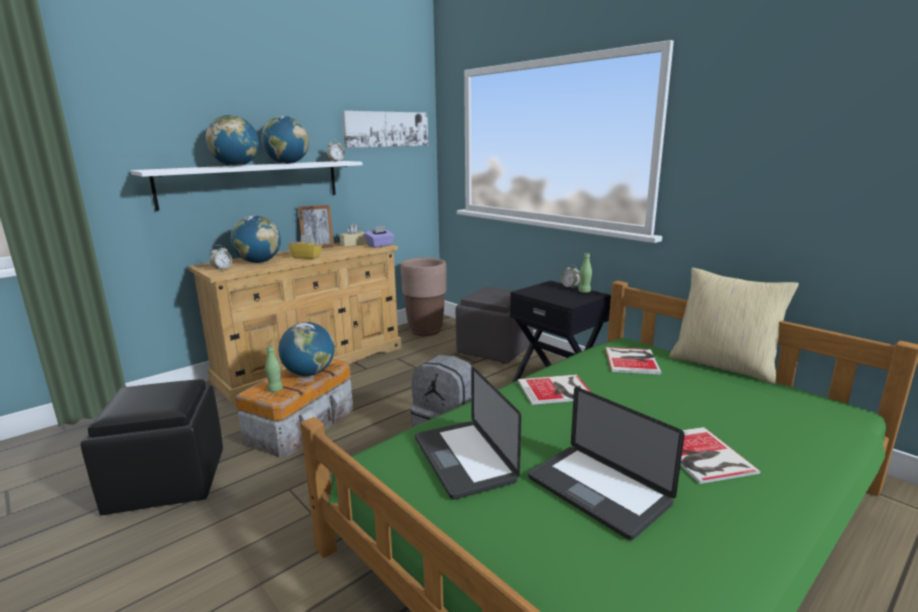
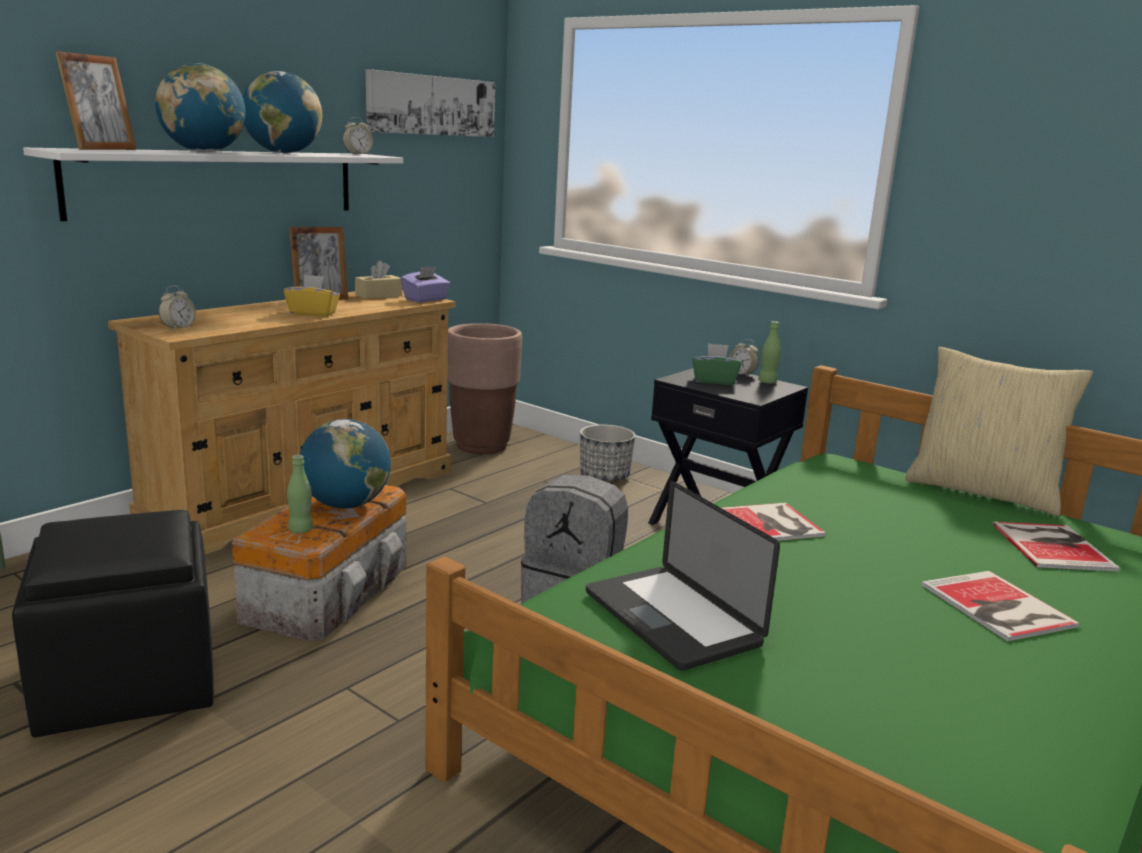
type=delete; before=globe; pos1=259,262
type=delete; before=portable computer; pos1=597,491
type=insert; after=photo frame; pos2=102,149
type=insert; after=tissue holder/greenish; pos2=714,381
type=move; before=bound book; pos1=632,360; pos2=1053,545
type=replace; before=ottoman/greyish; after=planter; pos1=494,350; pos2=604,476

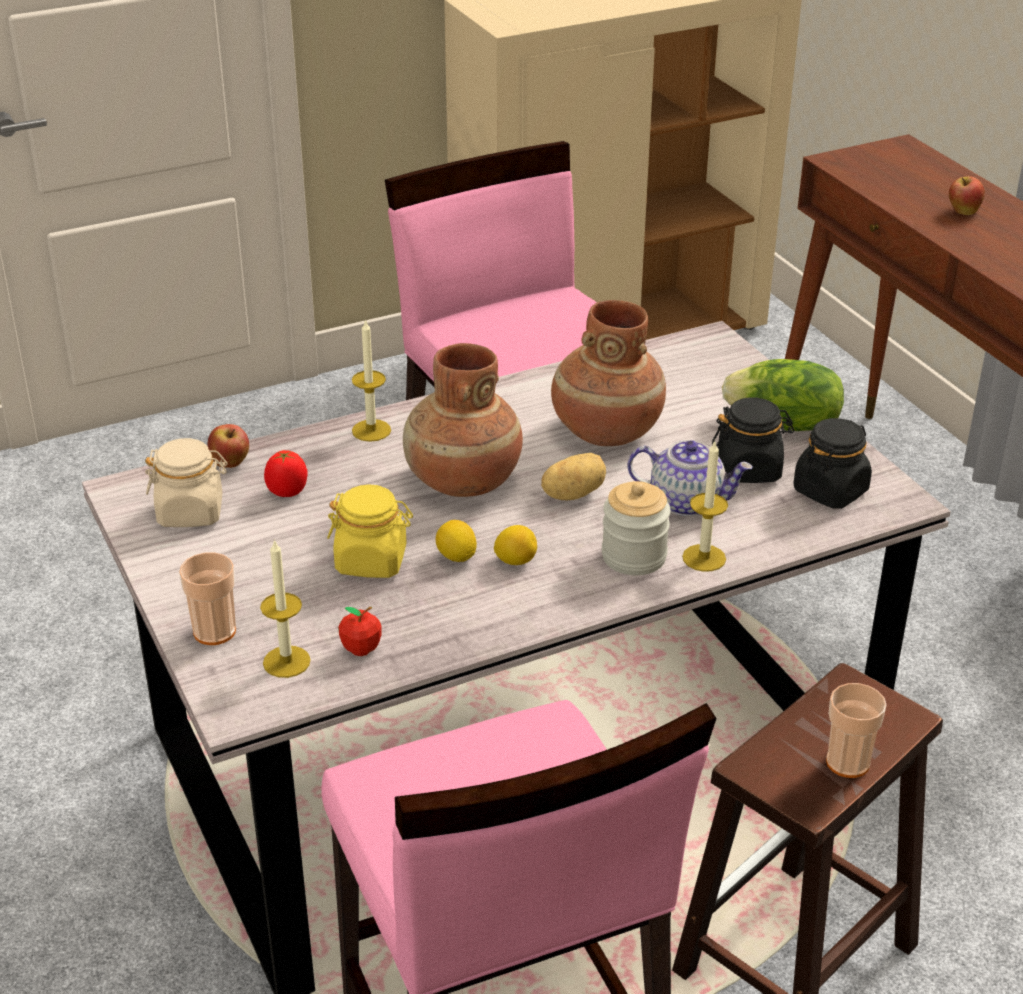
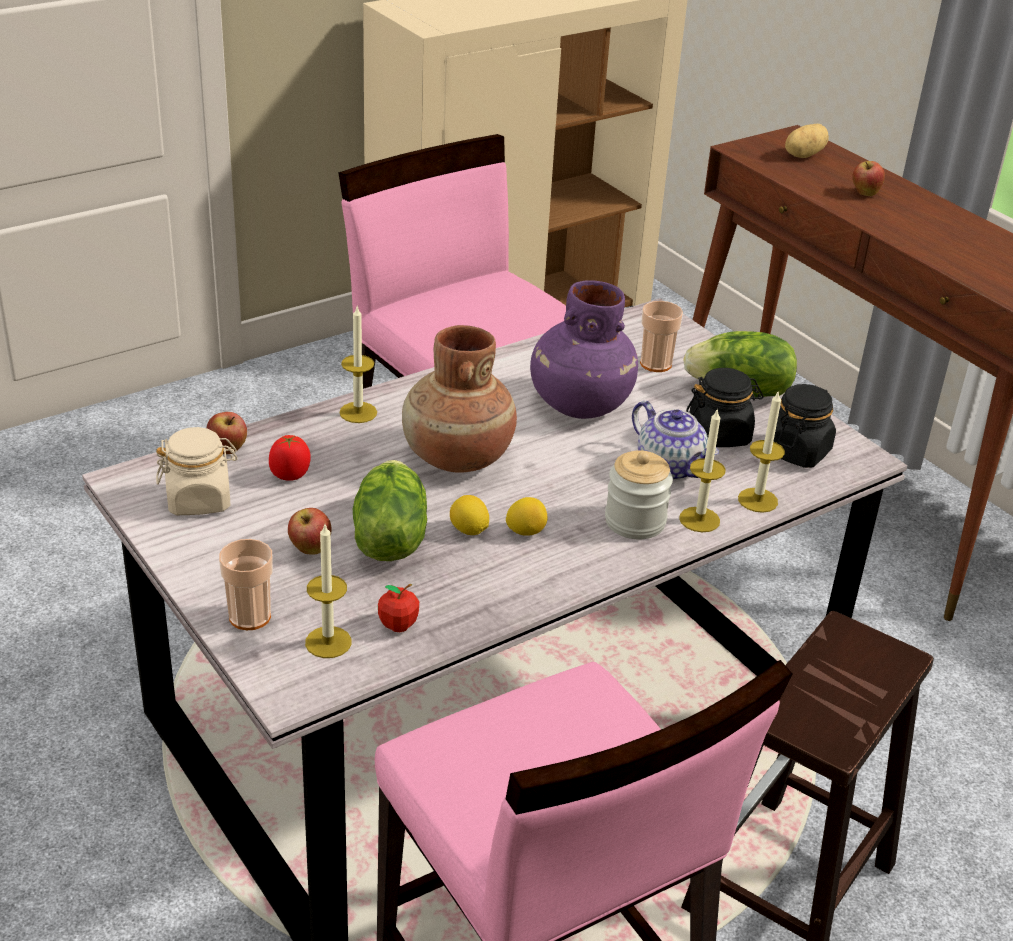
type=insert; after=whole apple; pos2=310,549
type=insert; after=wax candle; pos2=757,500
type=move; before=whole potato; pos1=572,494; pos2=803,155
type=move; before=drinking cup; pos1=847,762; pos2=656,364
type=replace; before=jar/yellow; after=lettuce head; pos1=372,561; pos2=388,538
type=recolor; before=decorative vase/brownish; after=decorative vase/purple; pos1=605,431; pos2=579,404
type=rotate; before=pot for tea; pos1=687,501; pos2=671,467; turn=45

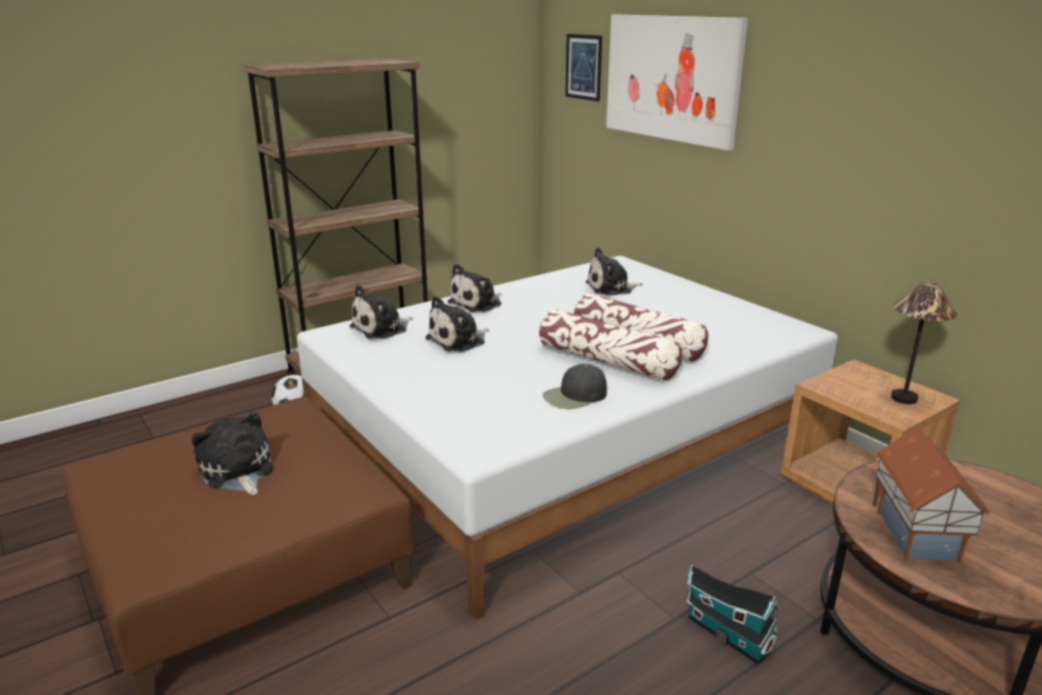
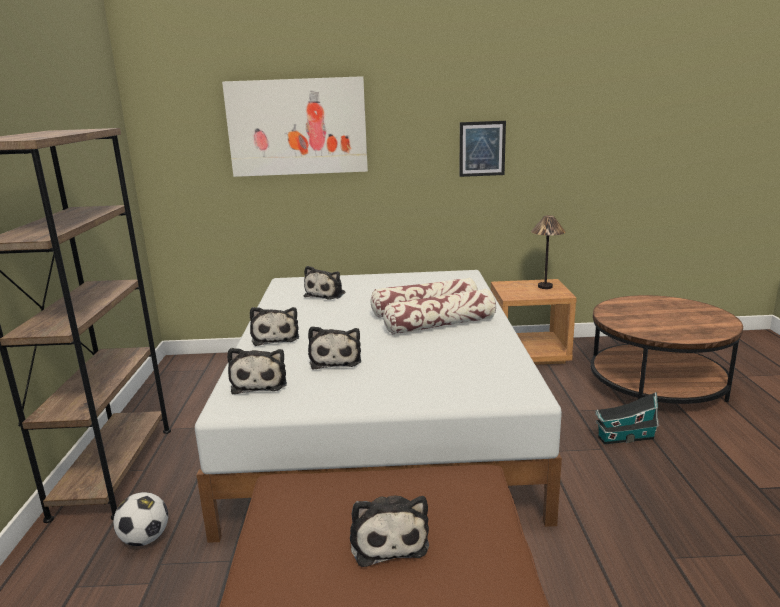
type=delete; before=peaked cap/black; pos1=575,396
type=delete; before=model house; pos1=918,531
type=move; before=picture; pos1=583,67; pos2=482,149
type=rotate; before=cuddly toy; pos1=237,471; pos2=388,539; turn=-105

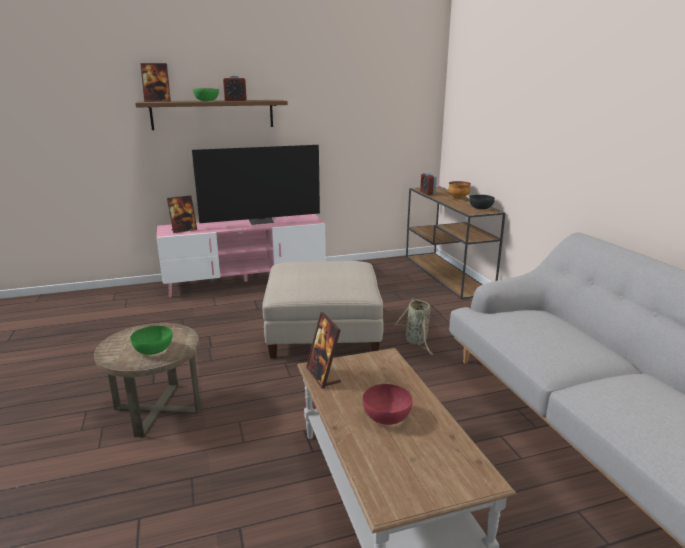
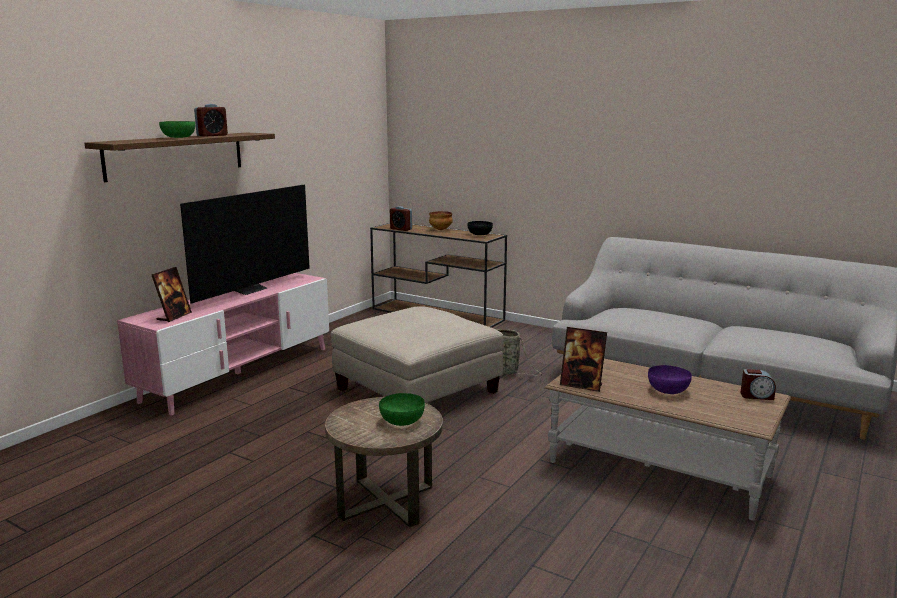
type=delete; before=photo frame; pos1=158,101
type=insert; after=bedside clock; pos2=756,396
type=recolor; before=serving bowl/red; after=serving bowl/purple; pos1=386,416; pos2=667,390

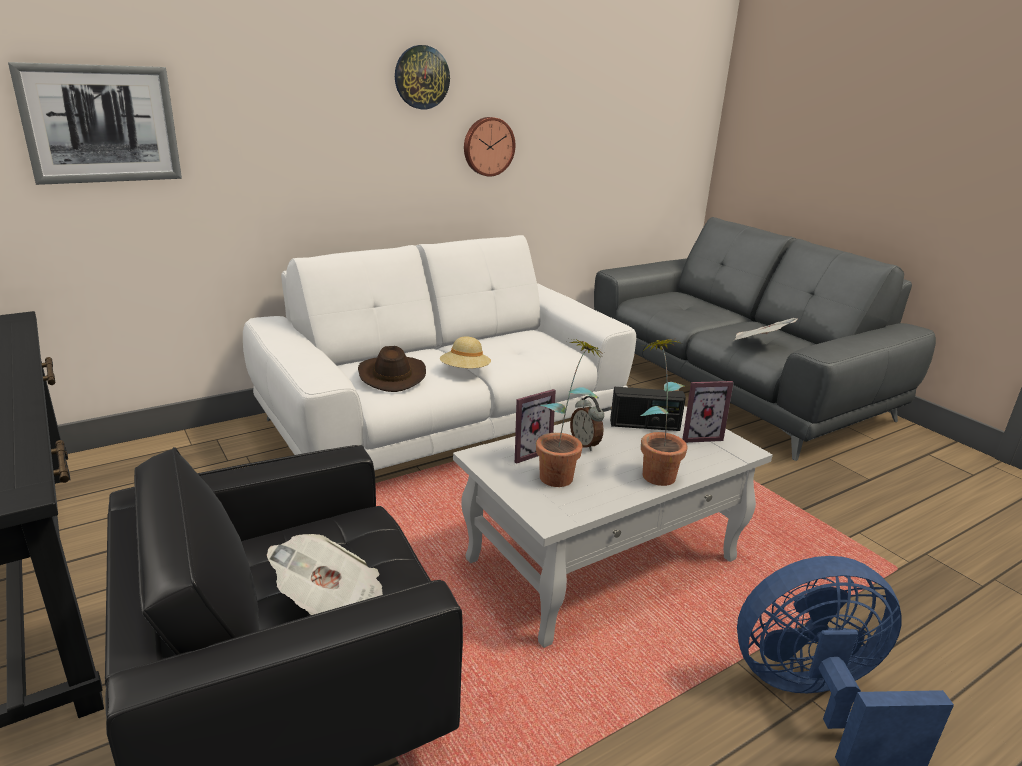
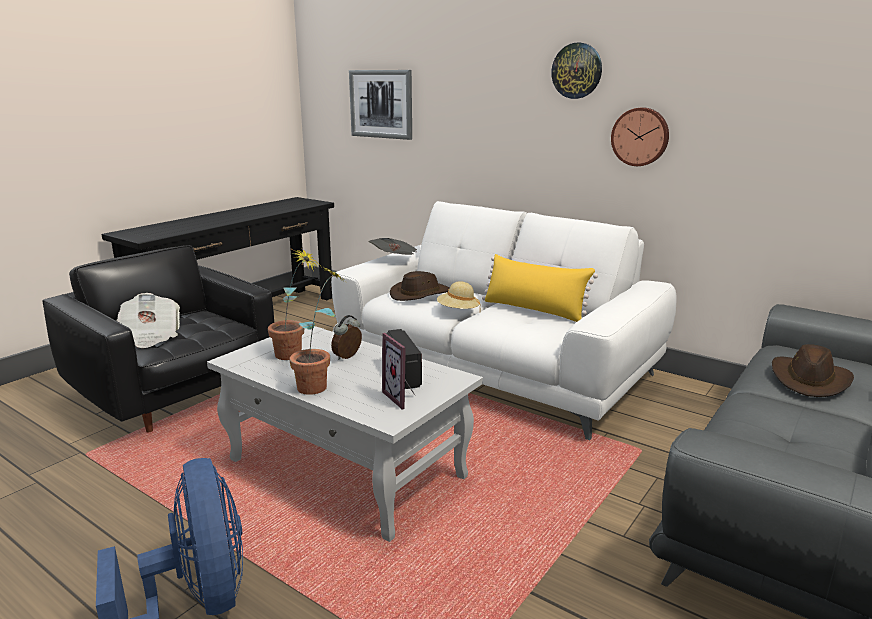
type=delete; before=photo frame; pos1=526,451
type=insert; after=pillow/yellow; pos2=534,310
type=insert; after=clothing hat/brownish; pos2=810,380
type=move; before=newspaper; pos1=759,343; pos2=395,260

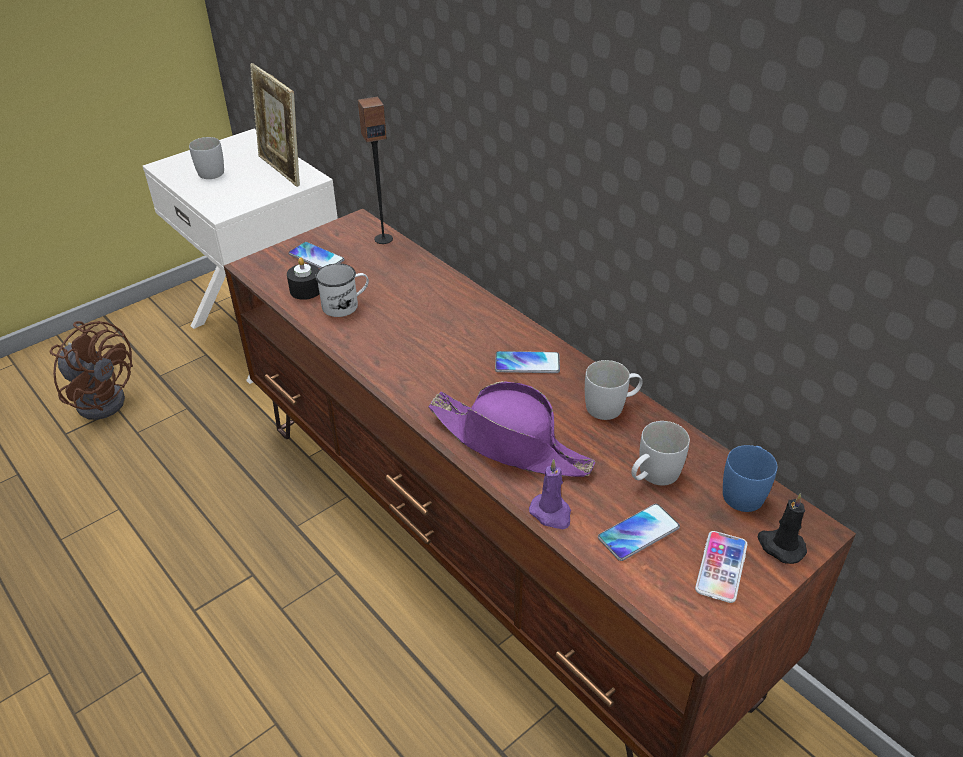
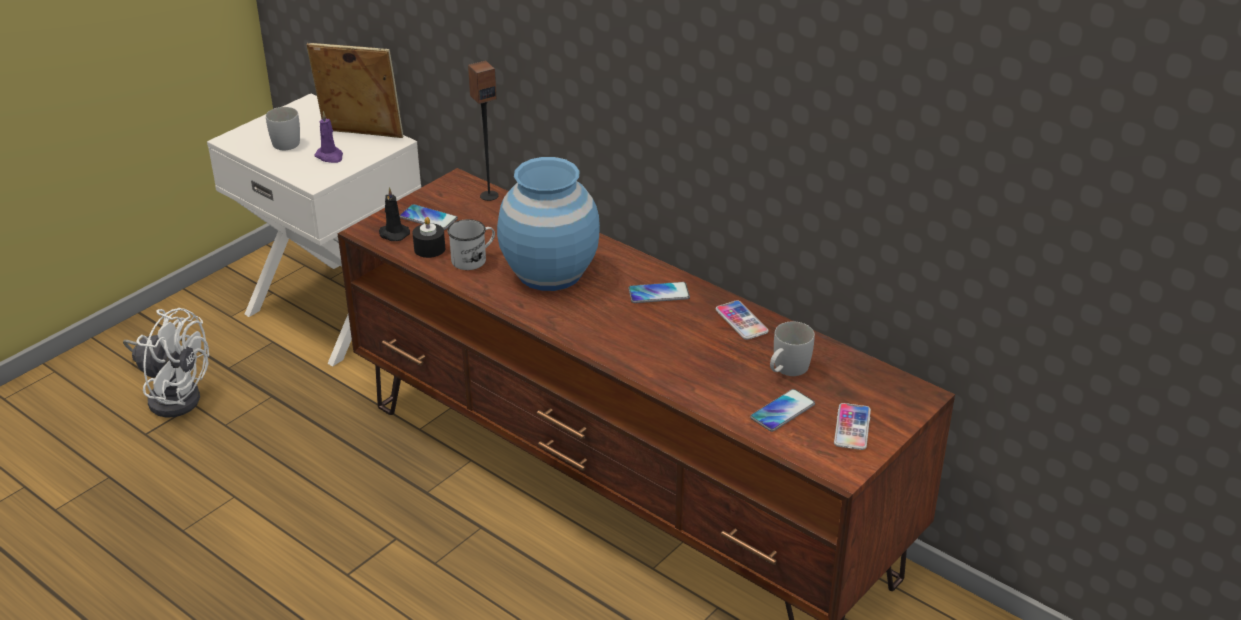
type=delete; before=clothing hat/purple; pos1=510,443
type=delete; before=mug/blue-coloured; pos1=745,491
type=insert; after=decorative vase/blue-coloured; pos2=549,272
type=move; before=wax candle/purple; pos1=551,513; pos2=330,156
type=move; before=wax candle/black; pos1=780,546; pos2=393,234
type=replace; before=mug/white; after=handset; pos1=611,406; pos2=741,321
type=recolor; before=cooling fan/brownish; after=cooling fan/white; pos1=103,397; pos2=173,395
type=rotate; before=photo frame; pos1=282,170; pos2=361,135; turn=150

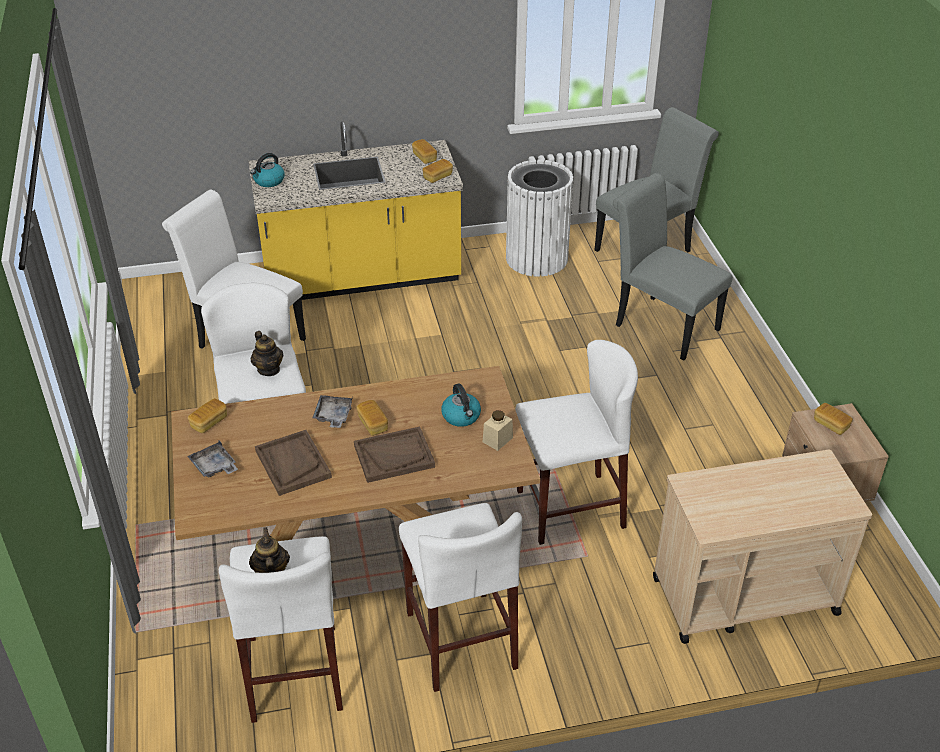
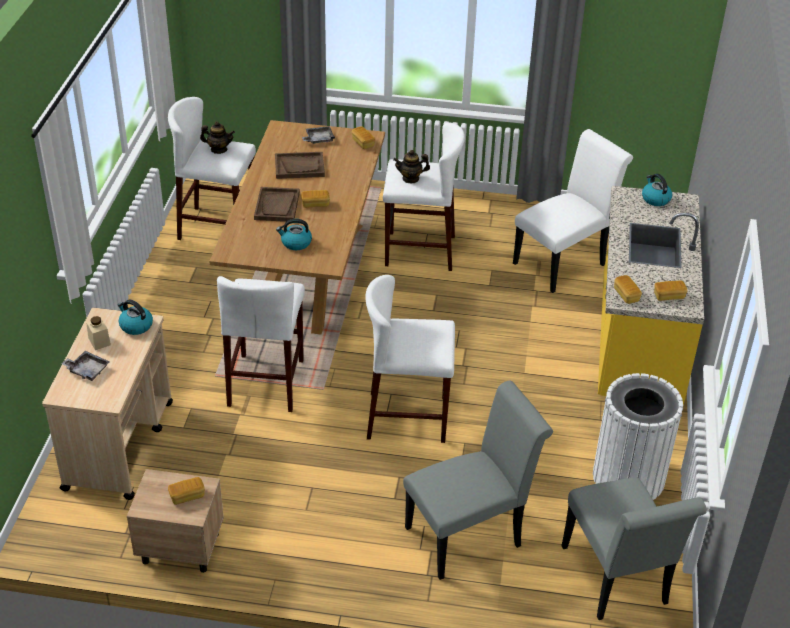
type=insert; after=water kettle; pos2=135,326
type=move; before=tray/greyish; pos1=333,416; pos2=87,370
type=move; before=stool/white; pos1=461,639; pos2=407,417
type=move; before=jar/beige-coloured; pos1=497,440; pos2=99,341

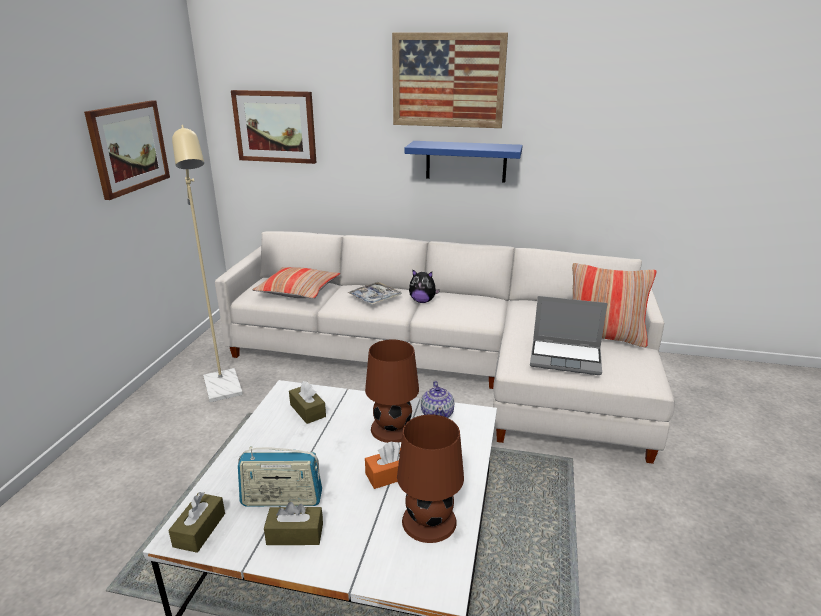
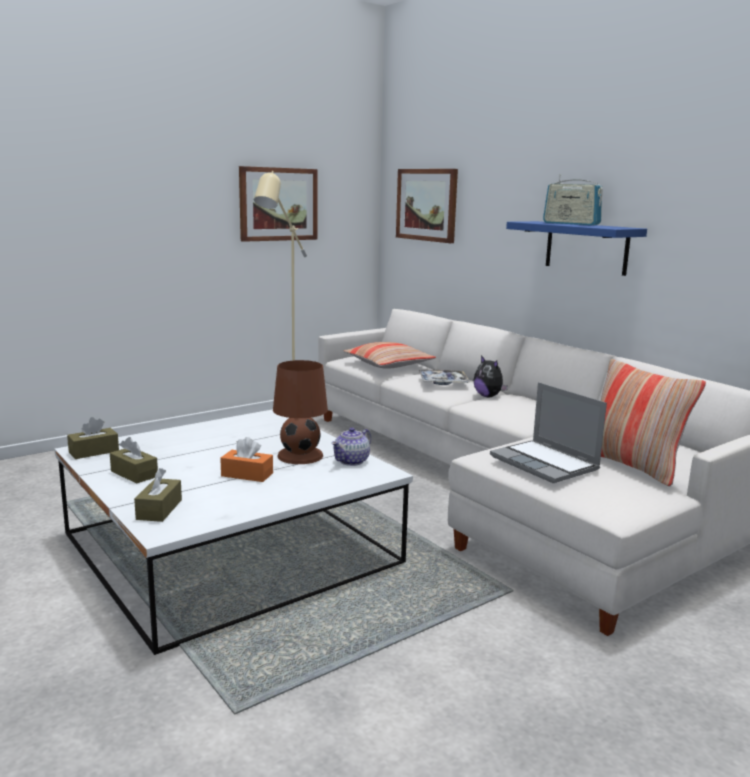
type=delete; before=picture; pos1=448,80
type=delete; before=table lamp/brownish; pos1=430,521
type=move; before=radio set; pos1=282,499; pos2=571,224
type=move; before=tissue holder/brownish; pos1=307,410; pos2=159,509

